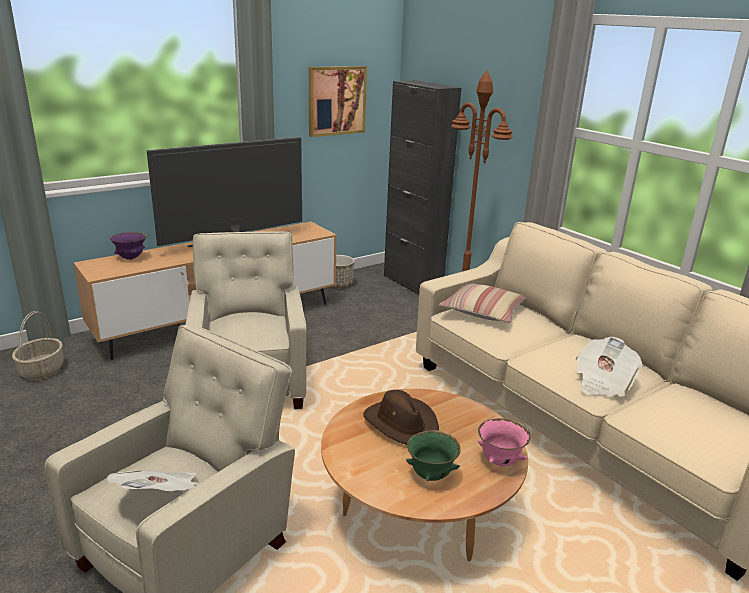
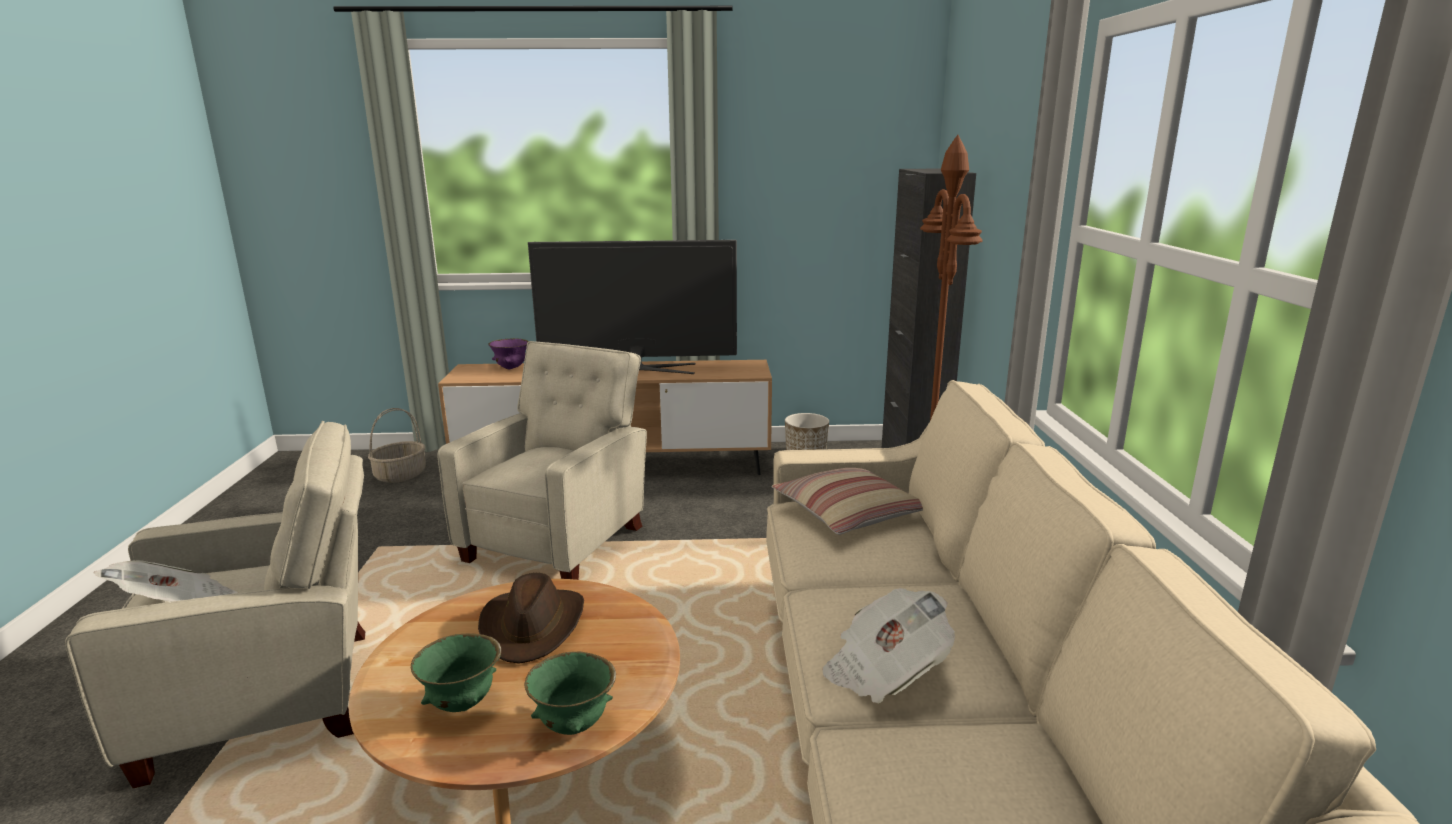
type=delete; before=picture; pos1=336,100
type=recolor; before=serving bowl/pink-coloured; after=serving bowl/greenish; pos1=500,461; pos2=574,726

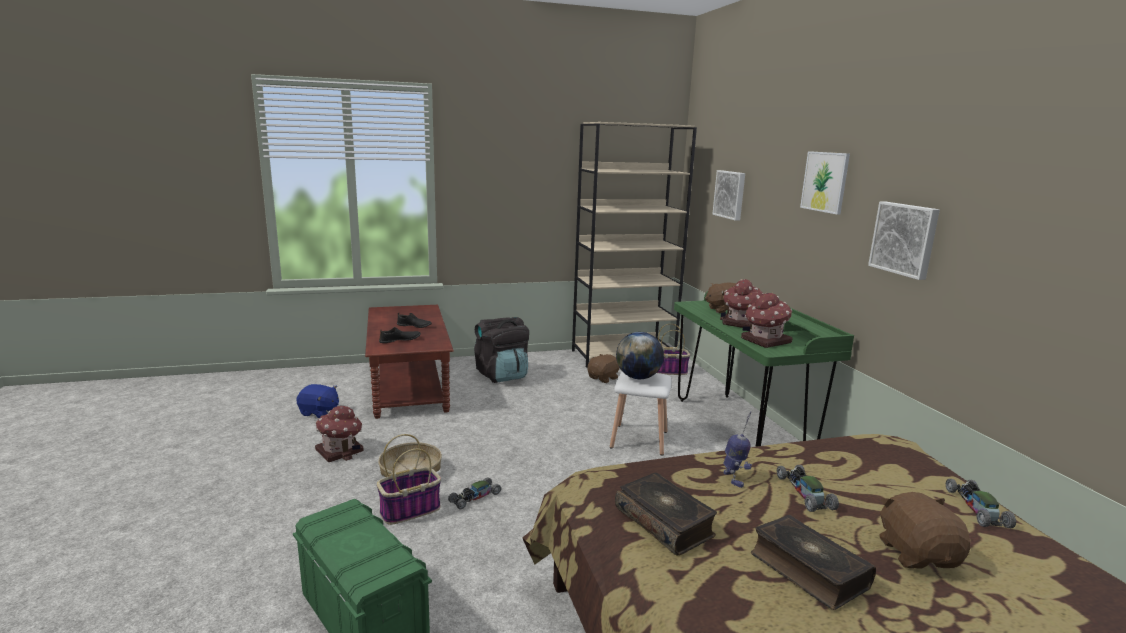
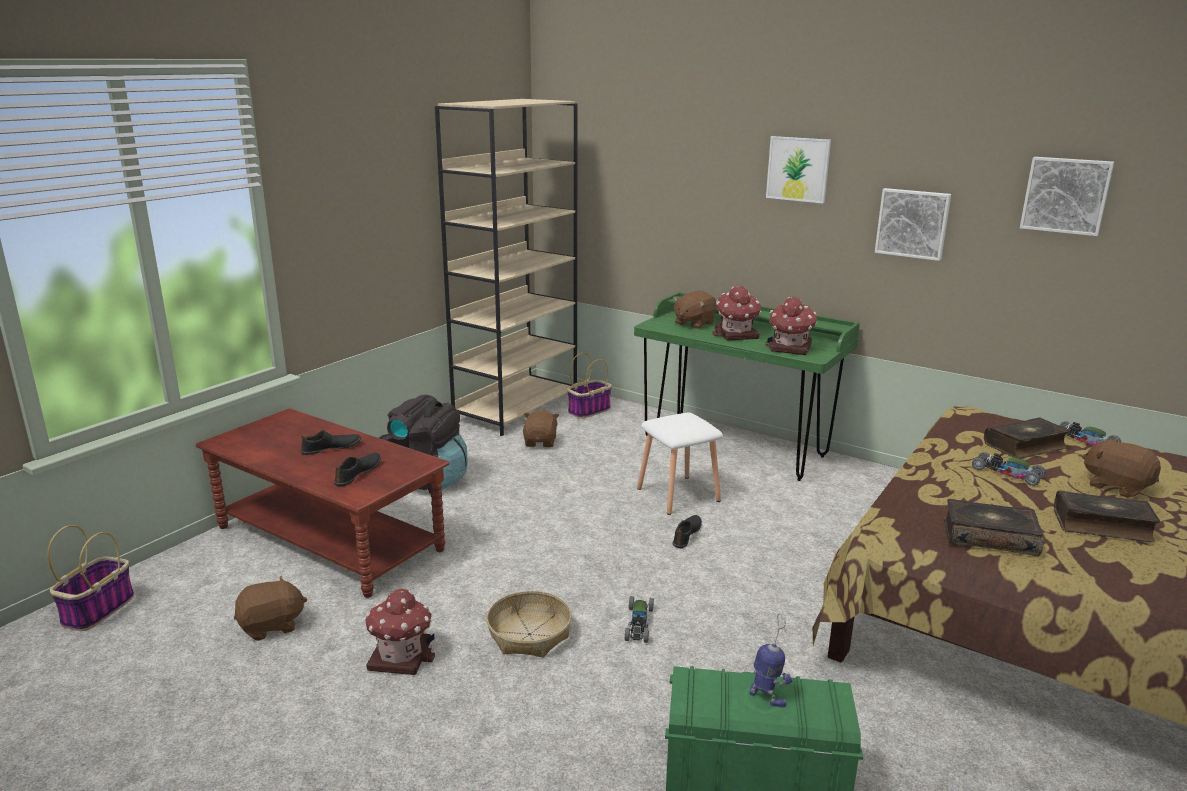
type=delete; before=globe; pos1=638,377
type=insert; after=shoe/black; pos2=687,535
type=insert; after=bound book; pos2=1025,446
type=move; before=basket; pos1=410,510; pos2=98,609
type=move; before=picture; pos1=730,194; pos2=1066,195
type=move; before=model robot; pos1=734,479; pos2=767,697
type=recolor; before=cuddly toy/blue-coloured; after=cuddly toy/brownish; pos1=319,412; pos2=271,626

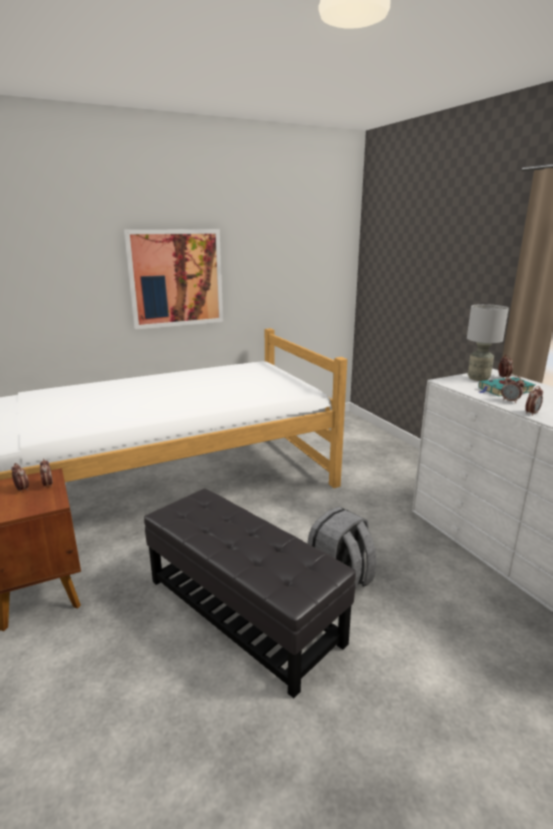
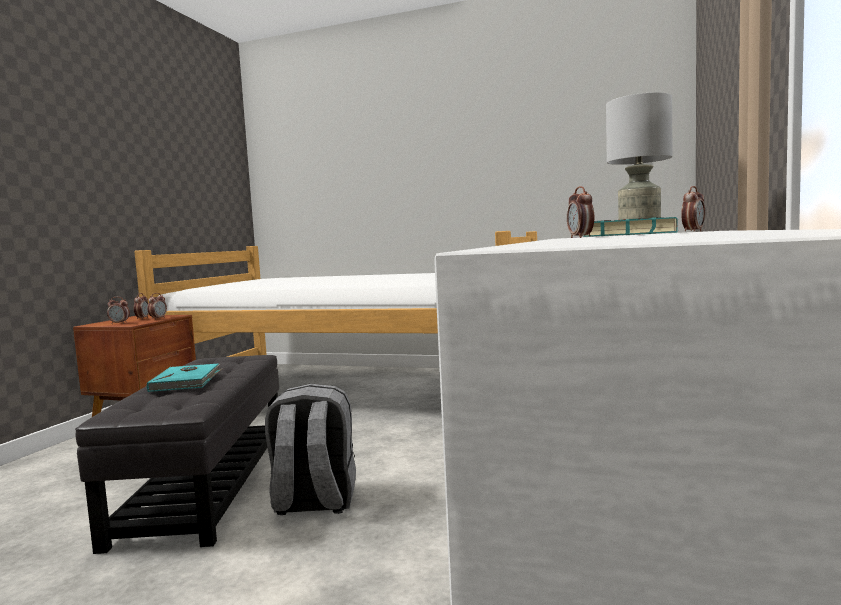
type=delete; before=picture; pos1=176,278
type=insert; after=bound book/blue-green; pos2=187,381
type=move; before=bedside clock; pos1=531,413; pos2=119,323

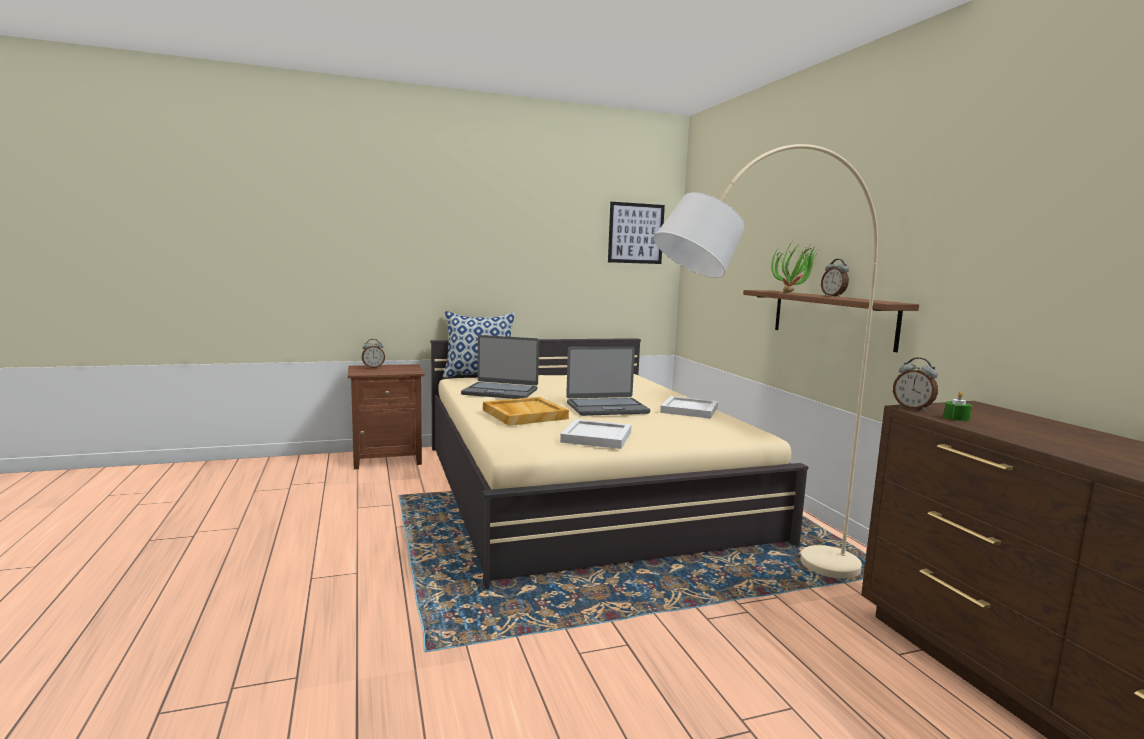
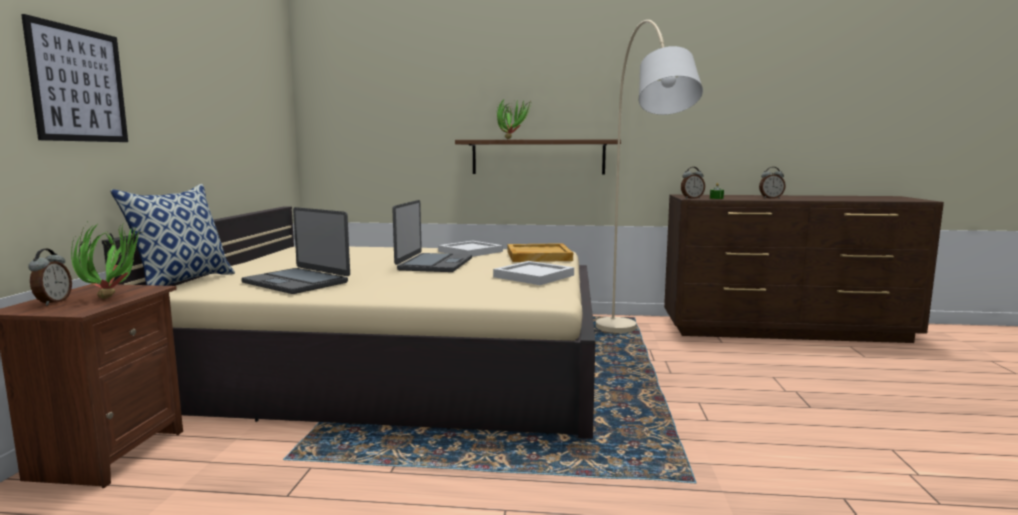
type=insert; after=plant in a pot; pos2=116,296
type=move; before=tray/beige-coloured; pos1=524,414; pos2=538,256
type=move; before=picture; pos1=636,233; pos2=79,85
type=move; before=bedside clock; pos1=833,296; pos2=771,198
type=rotate; before=portable computer; pos1=500,392; pos2=297,282; turn=90

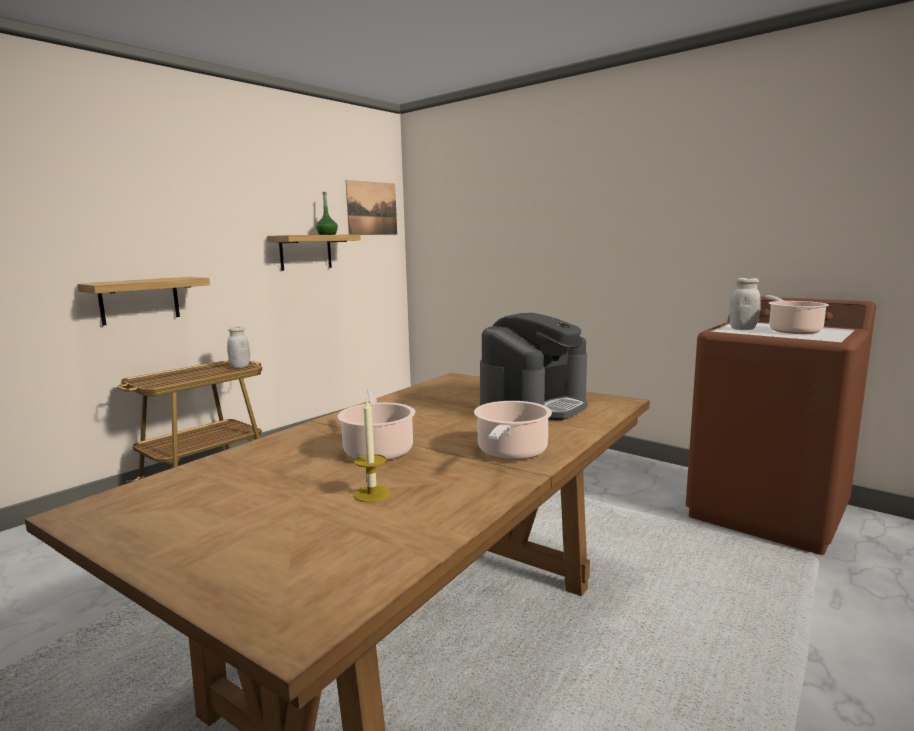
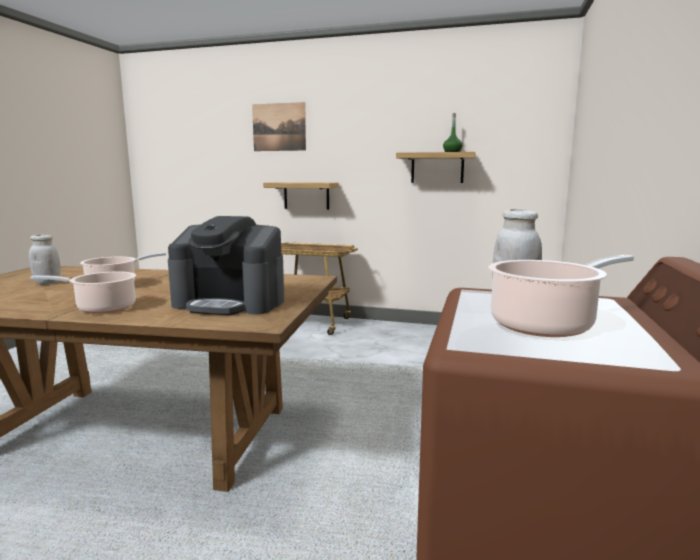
type=delete; before=wax candle; pos1=372,494
type=move; before=jar/white; pos1=240,367; pos2=47,283
type=move; before=picture; pos1=372,208; pos2=279,127

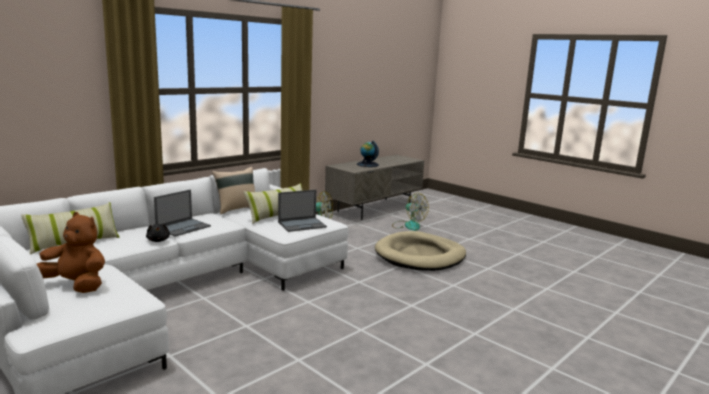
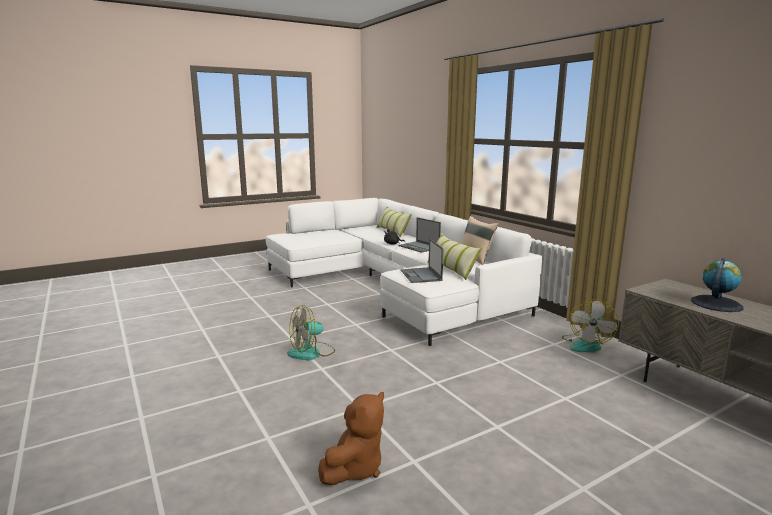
type=delete; before=dog cushion/beige-coloured; pos1=420,255
type=move; before=cuddly toy/brownish; pos1=76,285; pos2=355,468
type=move; before=cooling fan; pos1=408,225; pos2=311,353

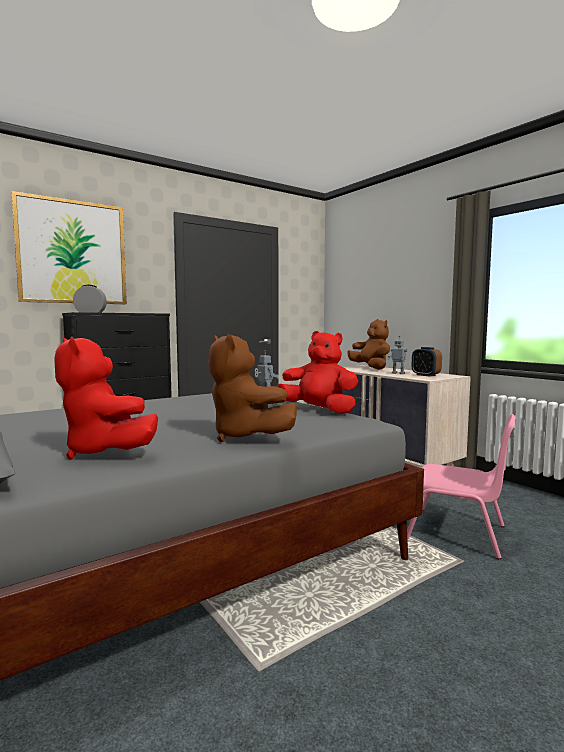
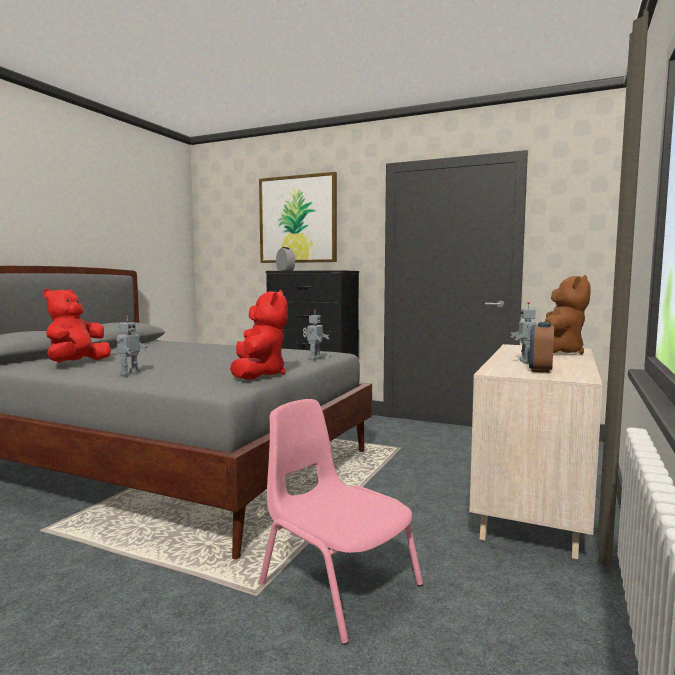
type=replace; before=cuddly toy/brownish; after=model robot; pos1=245,436; pos2=129,373
type=rotate; before=chair/pink-coloured; pos1=458,533; pos2=337,584; turn=135

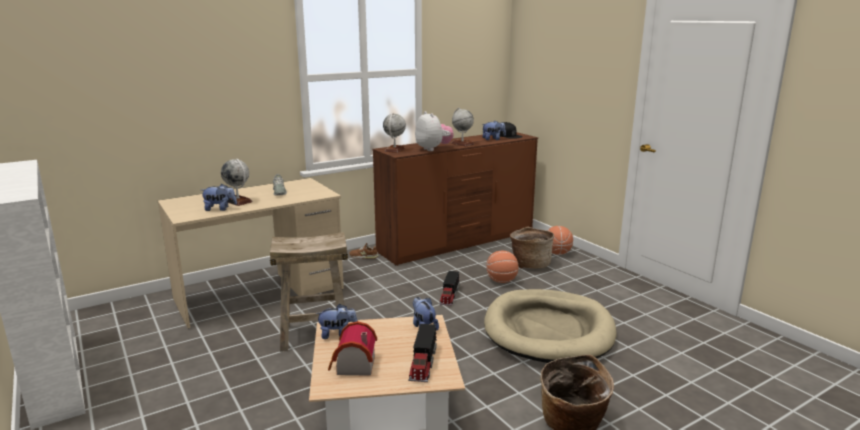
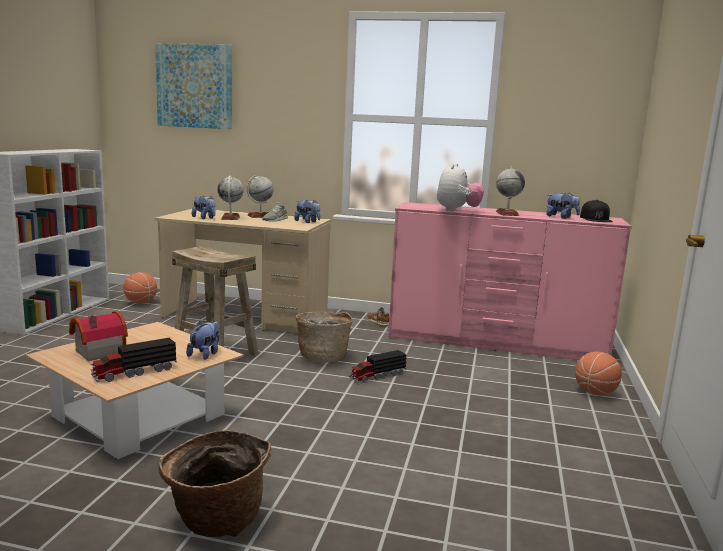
type=delete; before=dog cushion/beige-coloured; pos1=548,330
type=insert; after=picture; pos2=195,86
type=move; before=cuddly toy; pos1=337,334; pos2=307,222
type=move; before=globe; pos1=394,150; pos2=260,216
type=move; before=basketball; pos1=501,281; pos2=140,302
type=move; before=basket; pos1=530,264; pos2=323,357
type=recolor; before=chest of drawers/brownish; after=chest of drawers/pink-coloured; pos1=458,242; pos2=496,343

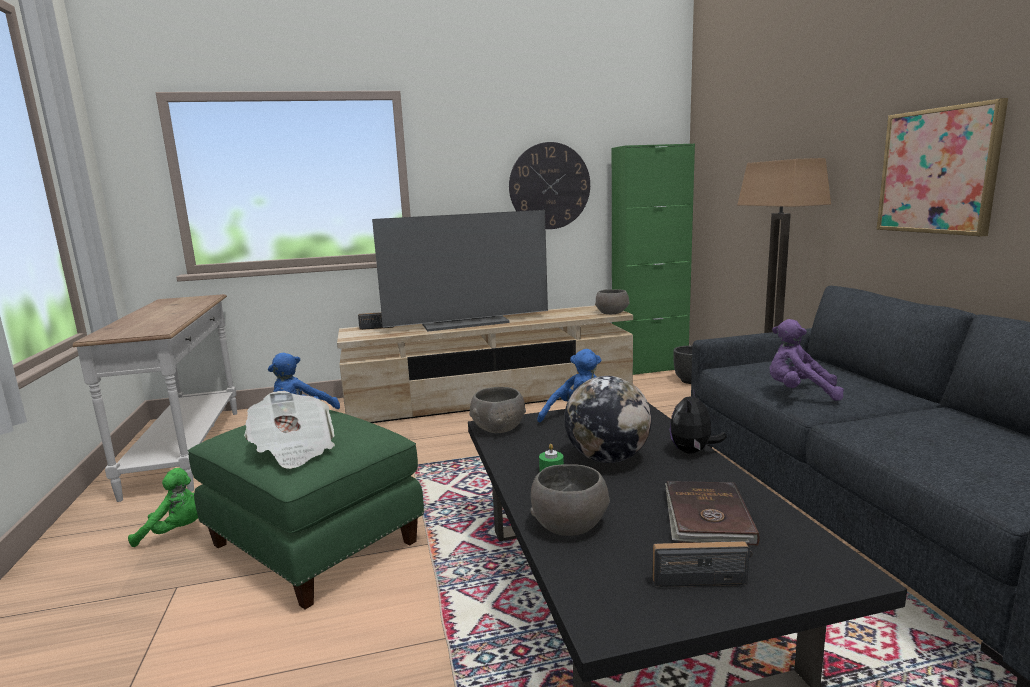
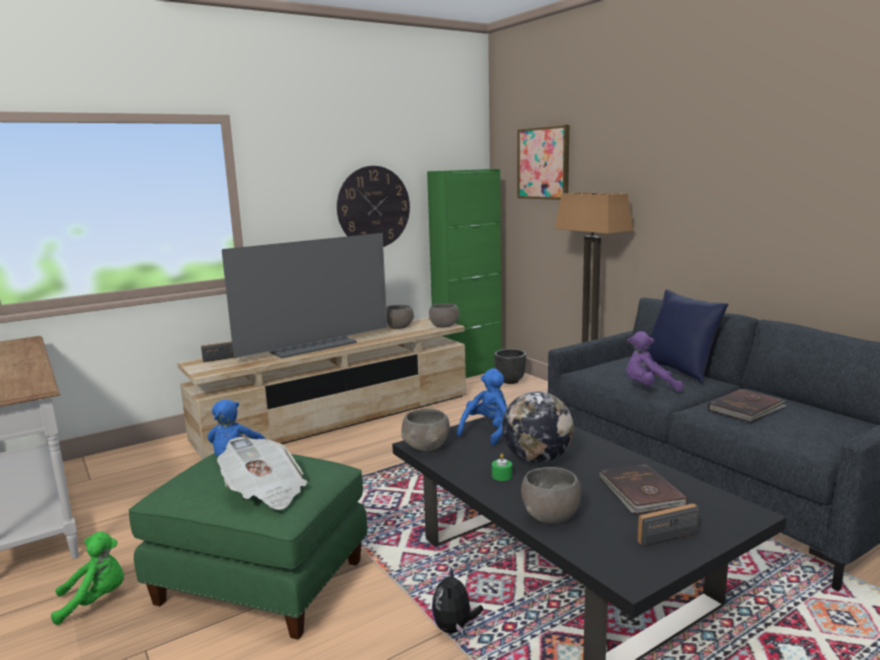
type=insert; after=serving bowl/greyish; pos2=399,326
type=insert; after=pillow/blue-coloured; pos2=680,370
type=insert; after=bound book/brownish; pos2=746,409
type=move; before=cuddly toy; pos1=693,452; pos2=454,627
type=move; before=picture; pos1=938,171; pos2=543,163

